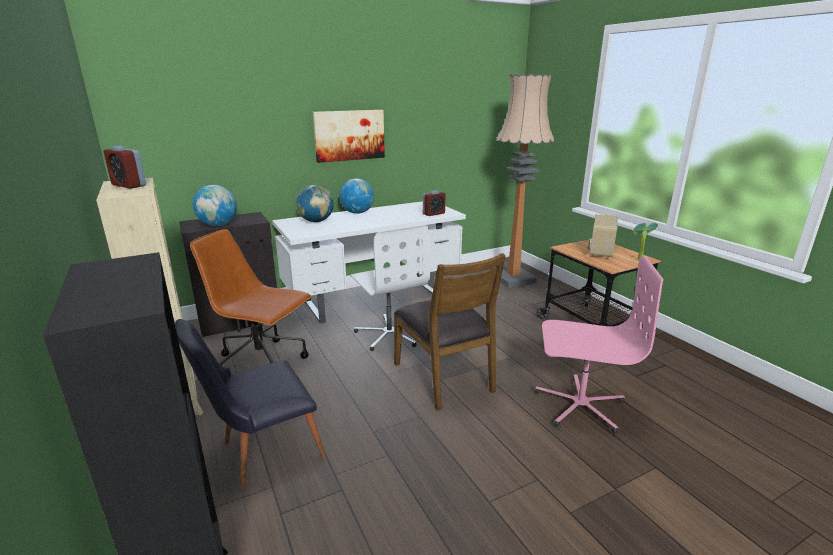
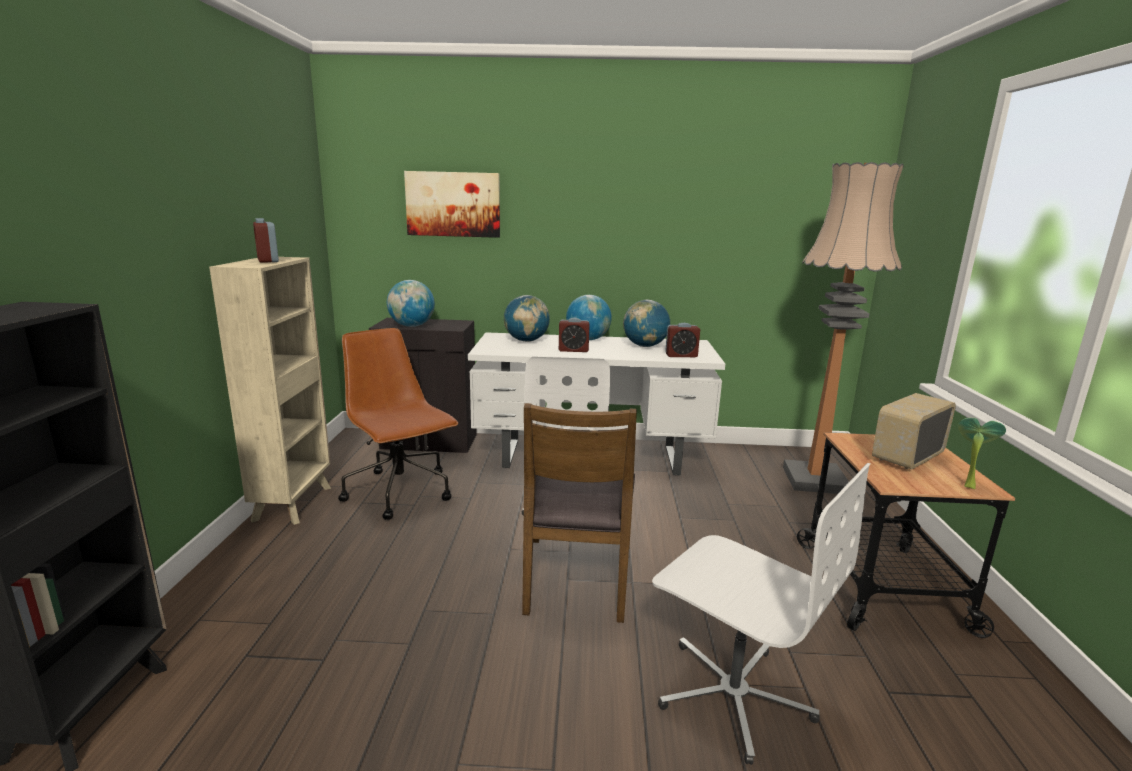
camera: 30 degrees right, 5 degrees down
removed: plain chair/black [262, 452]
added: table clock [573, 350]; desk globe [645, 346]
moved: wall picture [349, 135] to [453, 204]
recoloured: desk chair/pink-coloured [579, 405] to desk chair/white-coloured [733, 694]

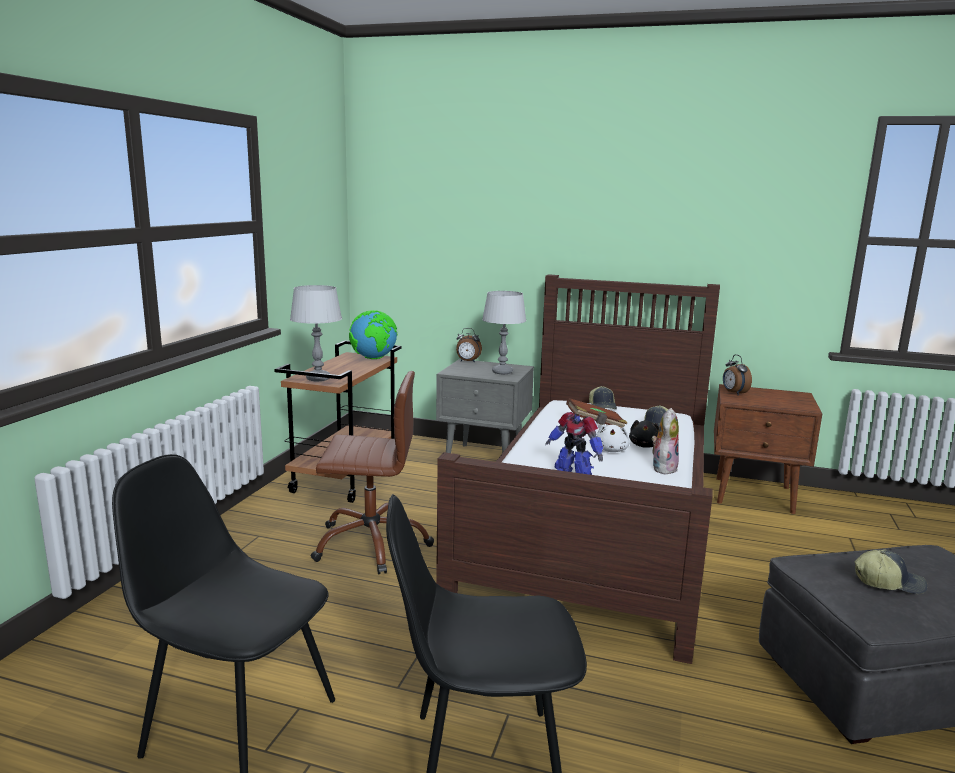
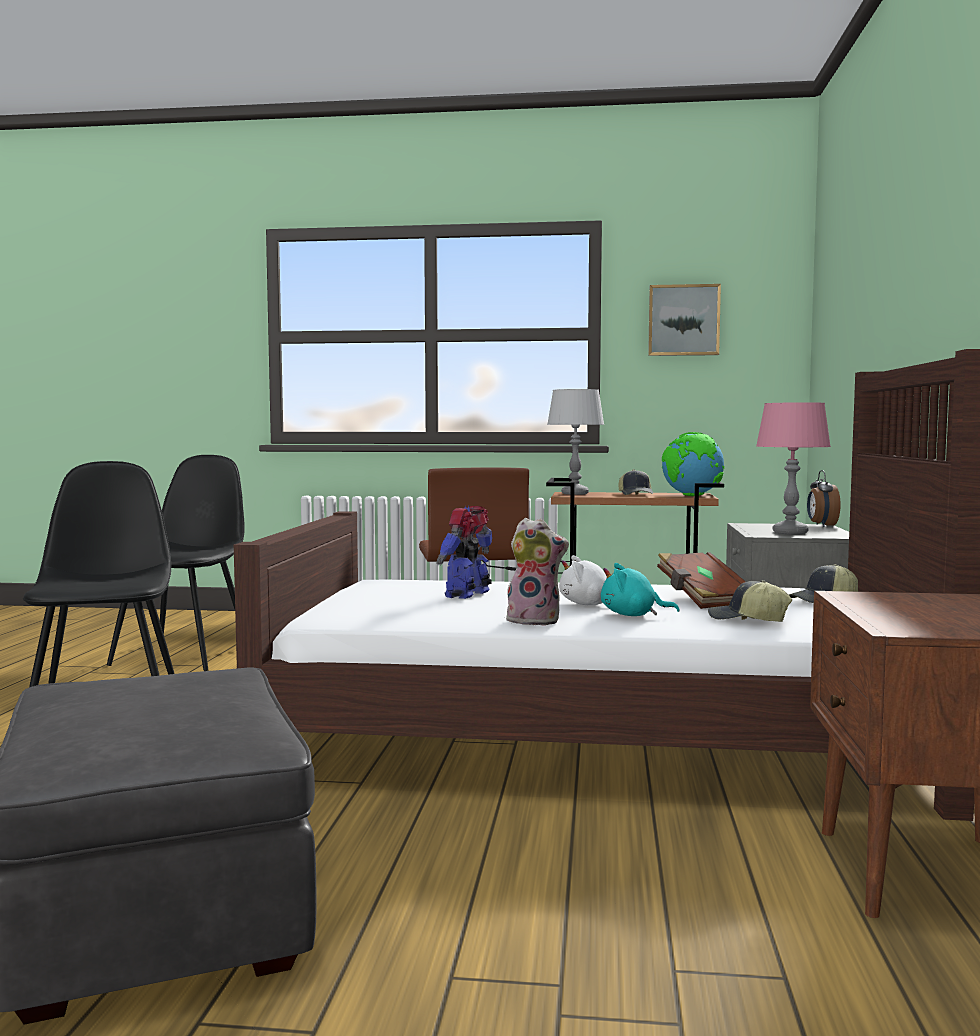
camera: 80 degrees right, 10 degrees down
removed: table clock [734, 393]
added: wall picture [683, 320]
moved: cap [888, 582] to [636, 494]
recoloured: plush toy/black [645, 445] to plush toy/blue-green [632, 615]; tabletop lamp/greyish [502, 372] to tabletop lamp/pink-coloured [789, 533]

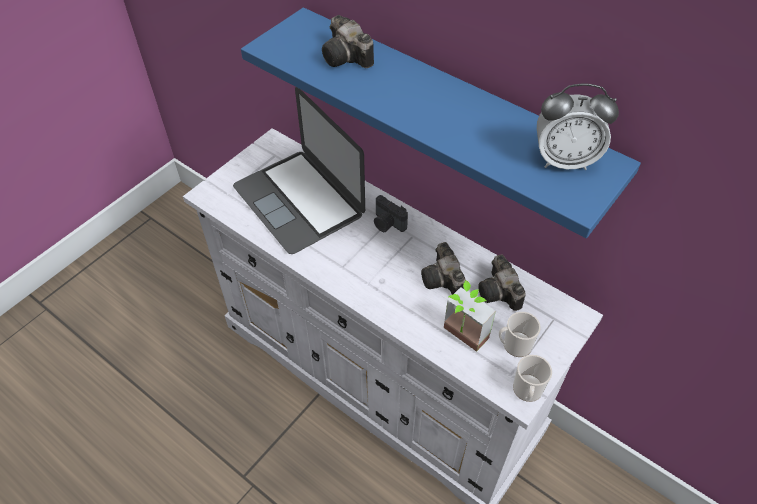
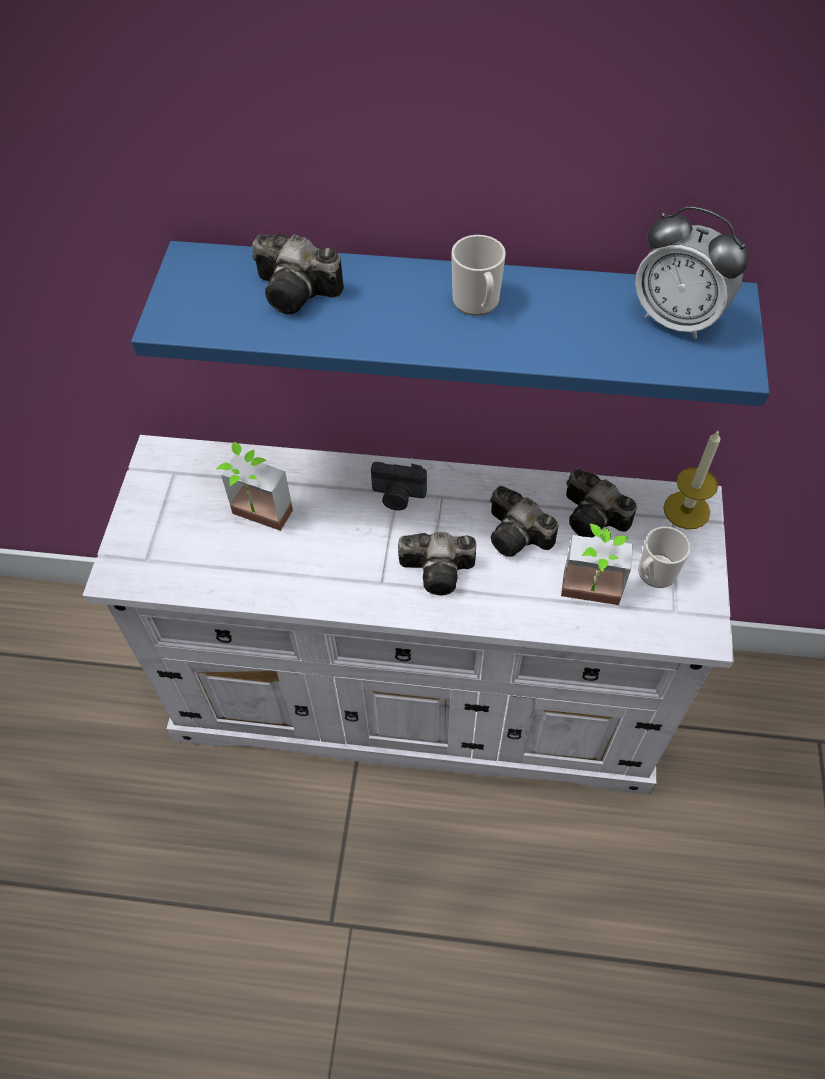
camera: 30 degrees left, 5 degrees up
added: photo camera [441, 570]; wax candle [686, 510]
moved: tea mug [527, 391] to [477, 303]
replaced: notebook computer [299, 200] to plant in a pot [257, 520]
turned: table clock [564, 160] = [676, 319] 60 degrees clockwise

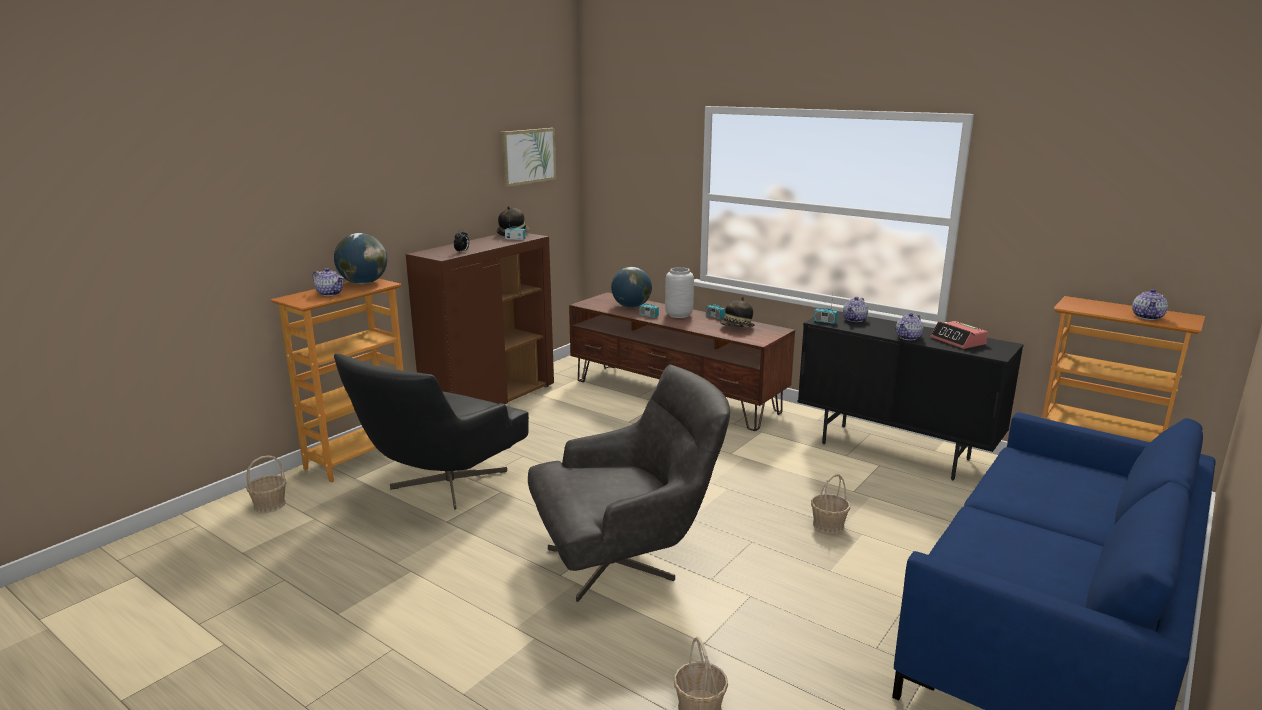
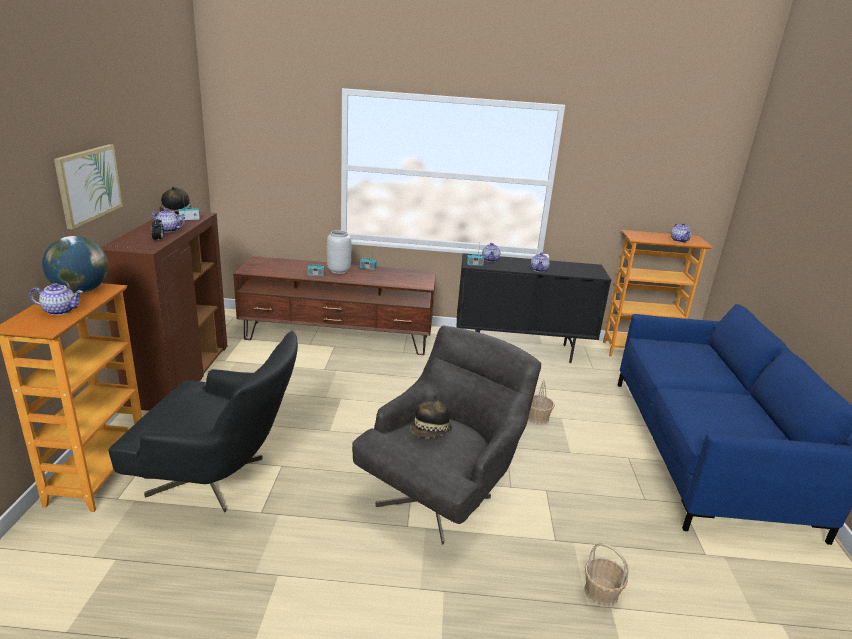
camera: 35 degrees left, 5 degrees up
removed: household basket [269, 505]; desk globe [631, 306]; table clock [958, 341]
added: tea pot [168, 230]
moved: wall picture [528, 156] to [88, 184]; hat [737, 328] to [431, 433]
turned: lounge chair/black [440, 487] = [220, 479] 75 degrees counterclockwise

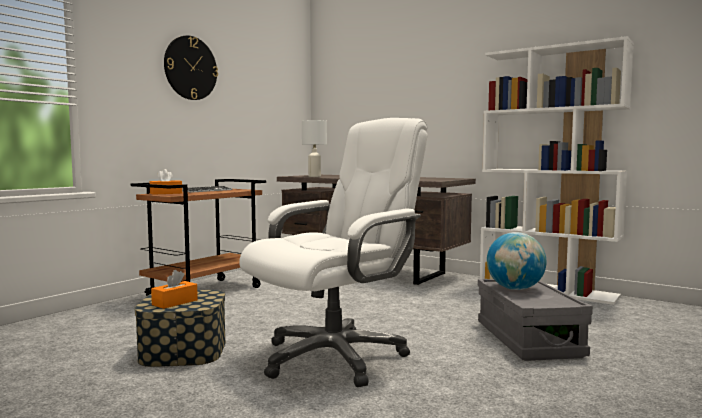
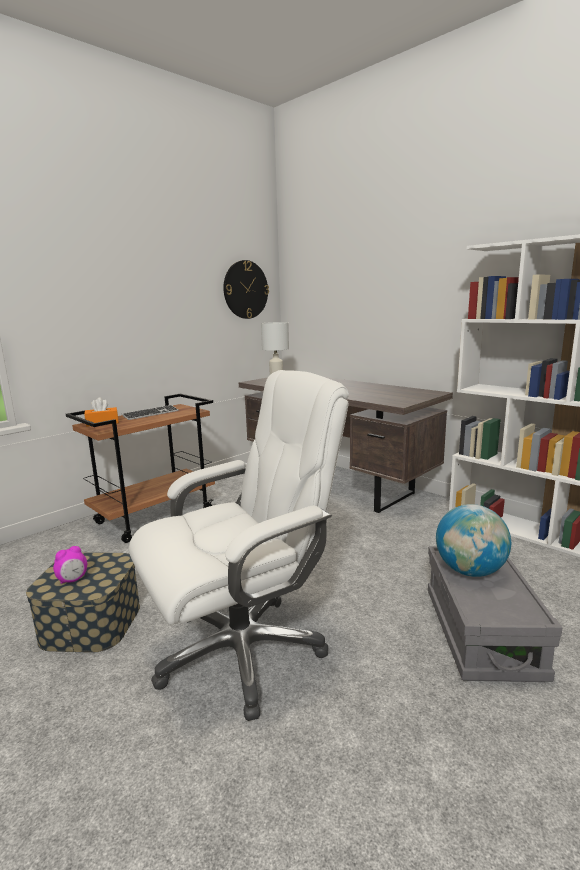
camera: 10 degrees right, 10 degrees up
moved: wall clock [190, 68] to [245, 289]
replaced: box of tissues/orangey [175, 302] to table clock [73, 580]

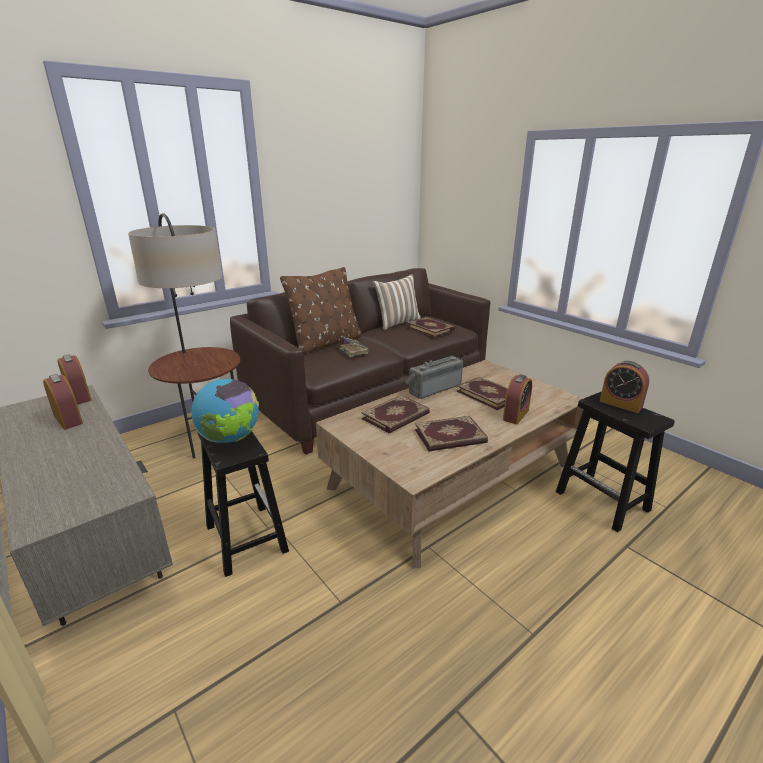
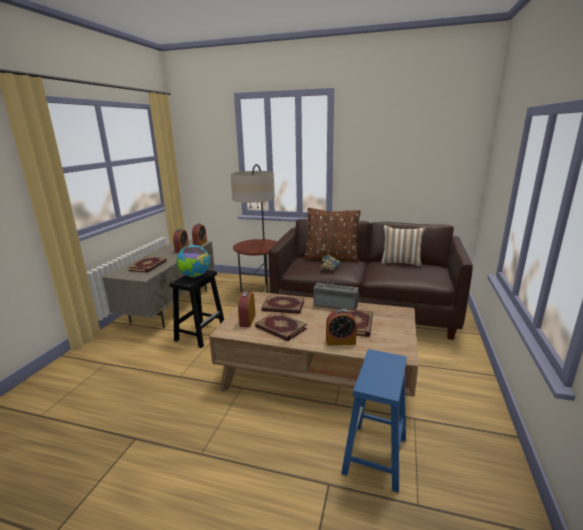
camera: 55 degrees right, 5 degrees down
moved: book [430, 328] to [148, 266]; table clock [620, 404] to [247, 320]
recoloured: stool/black [603, 501] to stool/blue [375, 456]

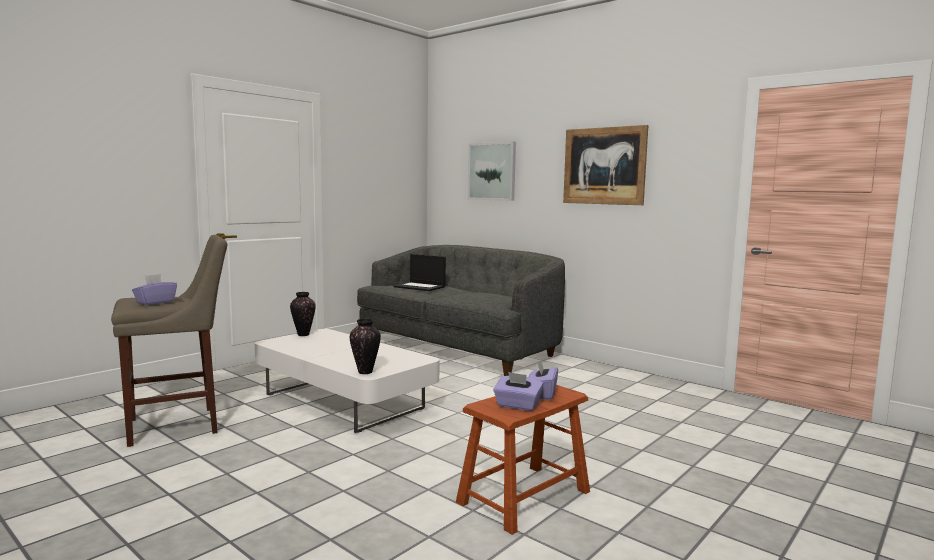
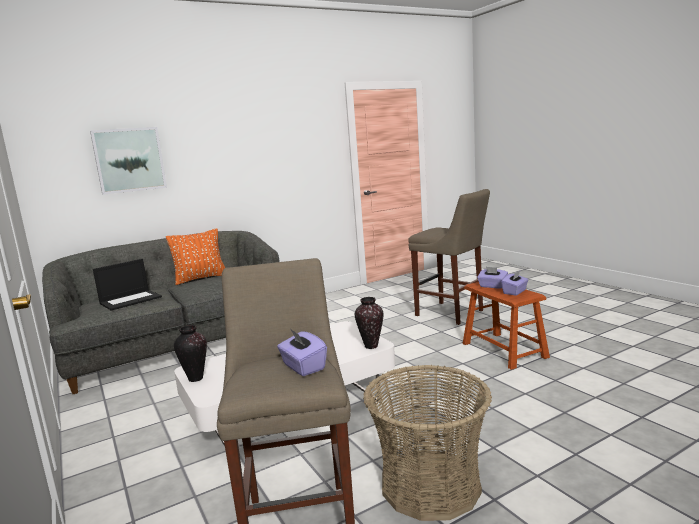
camera: 70 degrees left, 5 degrees up
removed: wall picture [604, 166]
added: throw pillow/orangey [200, 278]; household basket [430, 485]; stool/beige [452, 314]

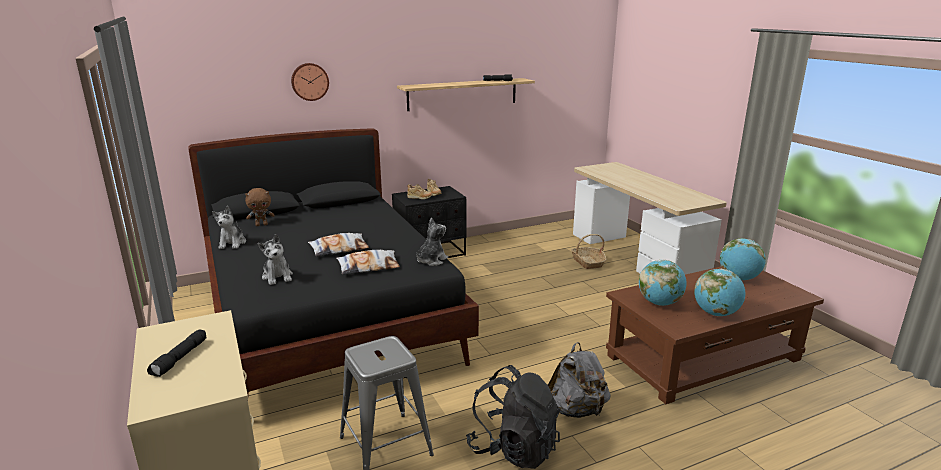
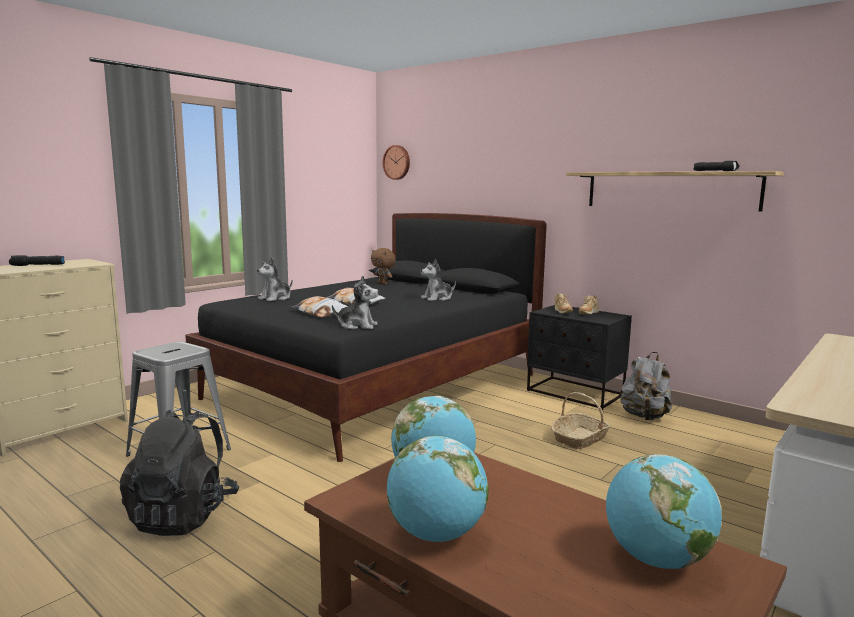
camera: 65 degrees right, 10 degrees down
moved: wall clock [309, 81] to [397, 162]; plush toy [232, 243] to [437, 298]; household basket [588, 262] to [579, 439]; backpack/greyish [576, 410] to [644, 417]

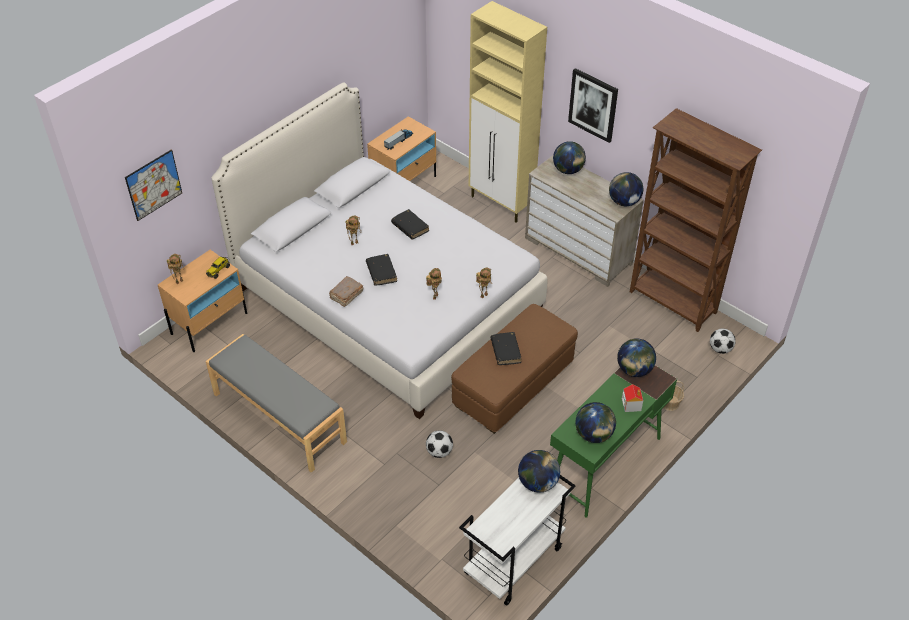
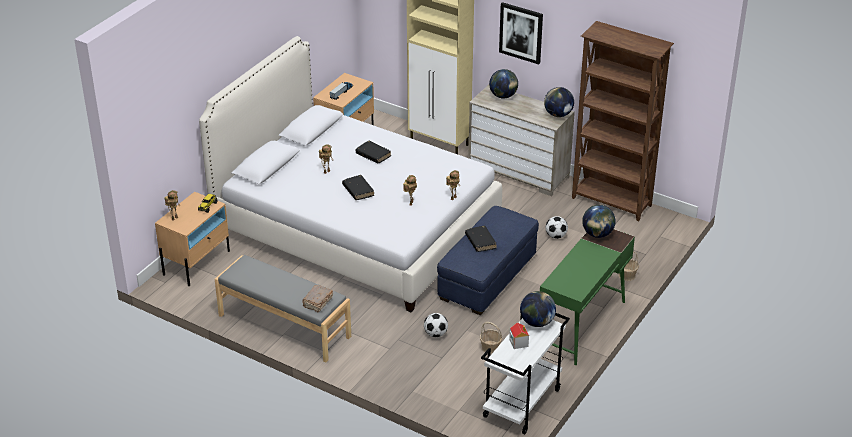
camera: 10 degrees left, 10 degrees down
removed: wall picture [154, 185]; desk globe [593, 434]
added: household basket [490, 348]
moved: book/brown [346, 295] to [317, 303]; miniature house [631, 404] to [518, 342]; ball for football [720, 349] to [556, 236]
recoloured: pouffe/brown [513, 384] to pouffe/blue [487, 277]

